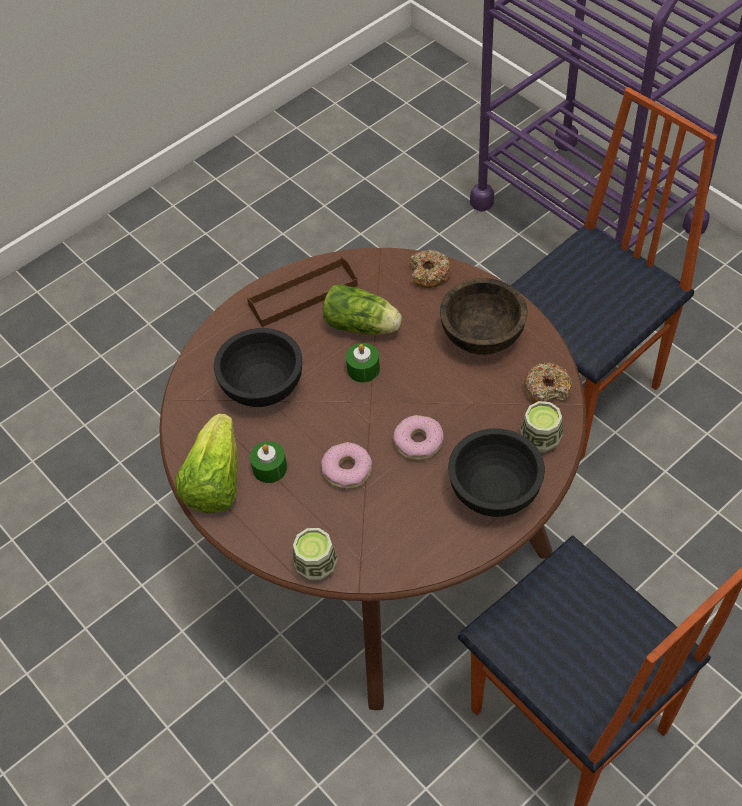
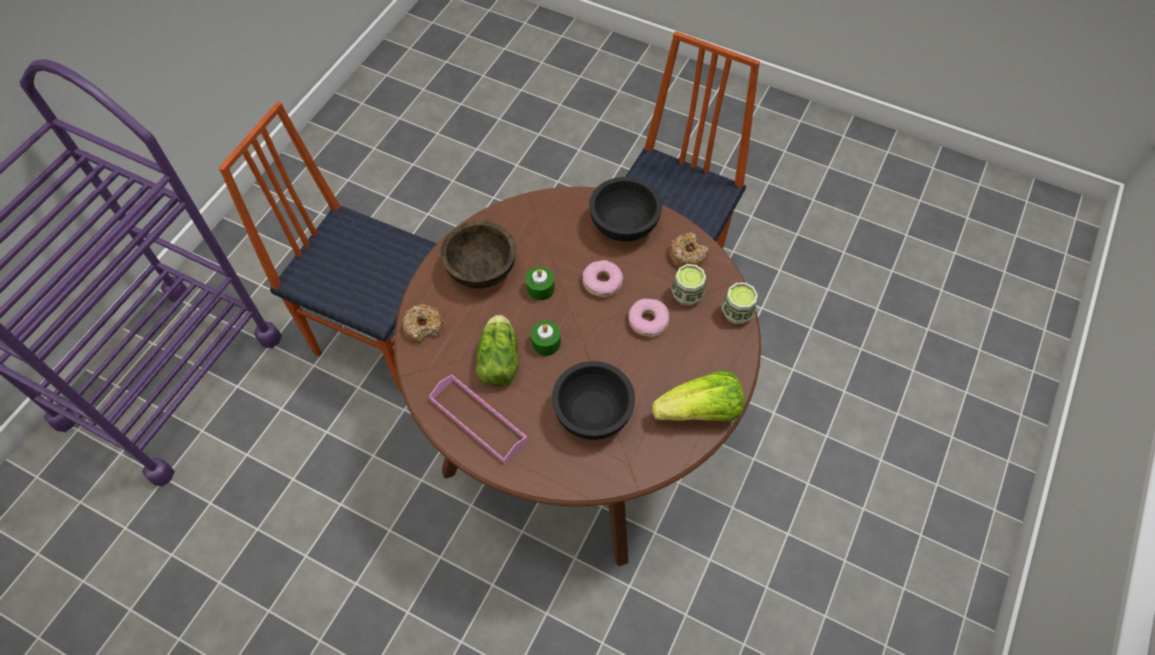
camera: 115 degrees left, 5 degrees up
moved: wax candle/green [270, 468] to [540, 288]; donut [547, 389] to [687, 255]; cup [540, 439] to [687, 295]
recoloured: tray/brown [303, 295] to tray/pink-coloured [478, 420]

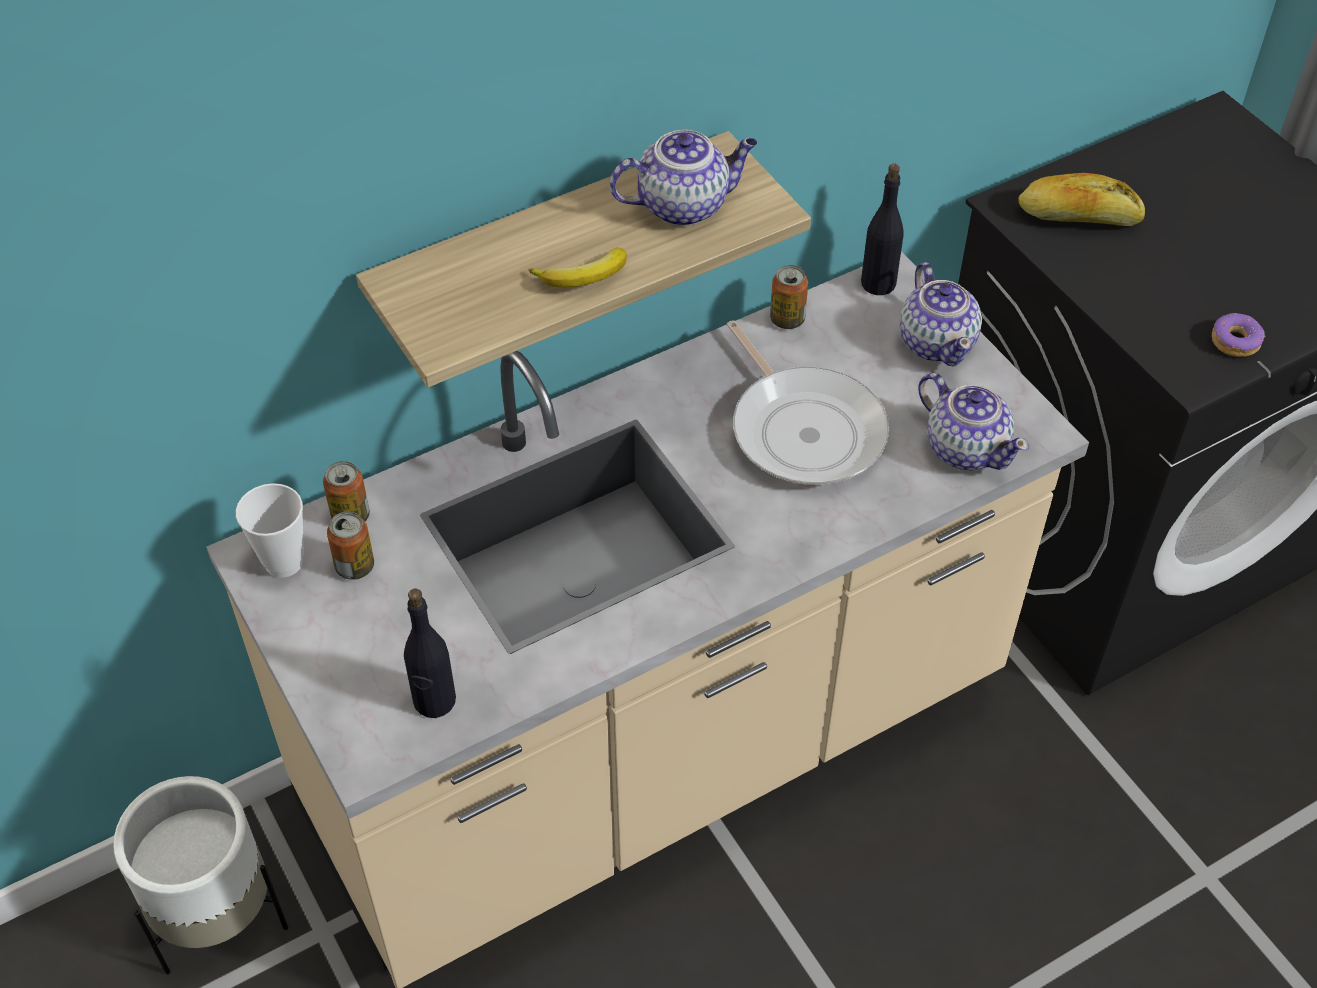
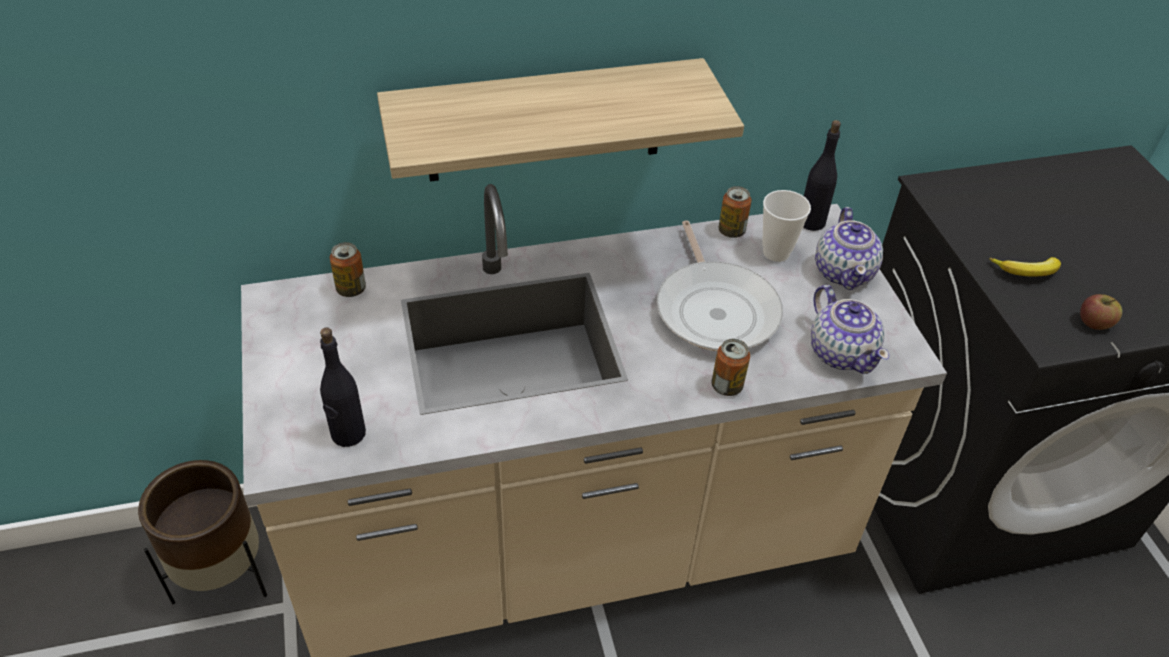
camera: 15 degrees right, 5 degrees down
removed: tea pot [684, 205]; bread [1078, 217]
moved: sealed can [355, 566] to [727, 386]; cup [284, 562] to [776, 252]; banana [583, 277] to [1027, 272]
replaced: donut [1235, 341] to apple fruit [1094, 323]
recoloured: plant pot/white-coloured [219, 918] to plant pot/brown [223, 575]

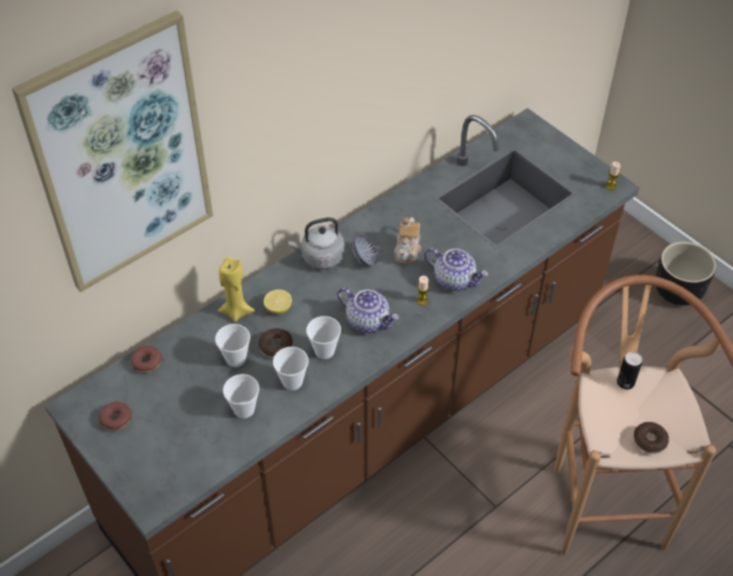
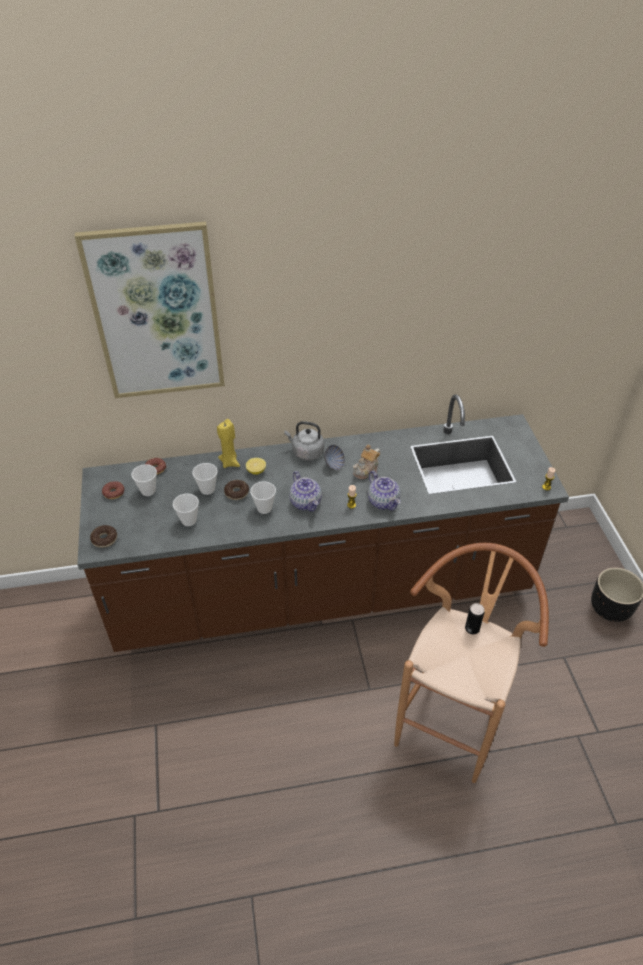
camera: 30 degrees right, 5 degrees down
moved: donut [649, 441] to [104, 539]; cup [292, 382] to [148, 491]

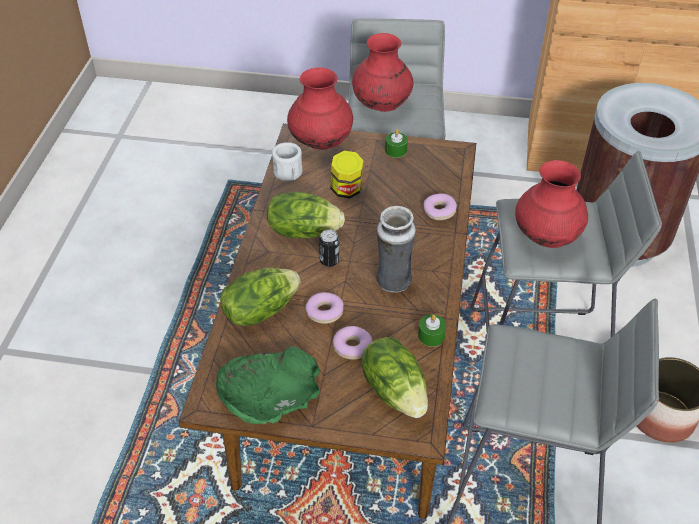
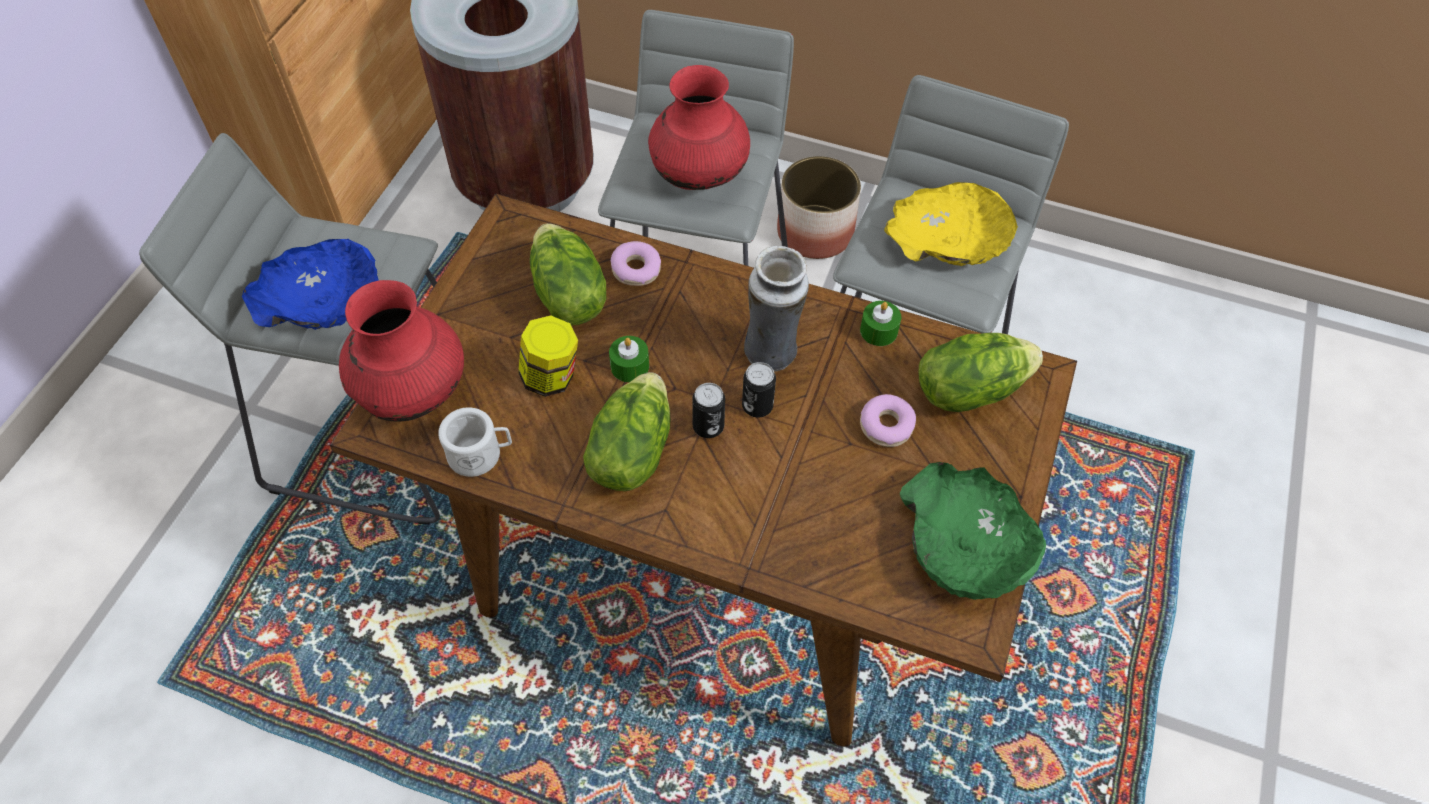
camera: 80 degrees left, 10 degrees up
removed: donut [324, 312]
added: sealed can [757, 406]; bowl/yellow [947, 240]
moved: lettuce [260, 310] to [567, 296]; wax candle/green [396, 150] to [630, 366]
replaced: flower vase/red [381, 105] to bowl/blue [321, 300]

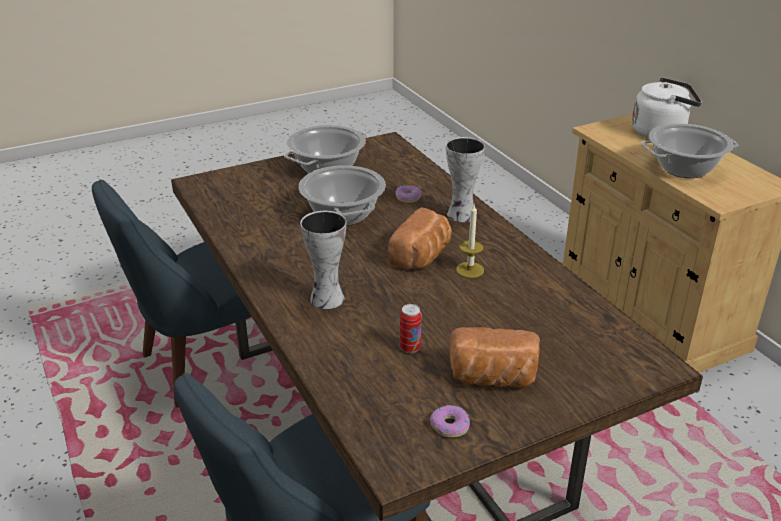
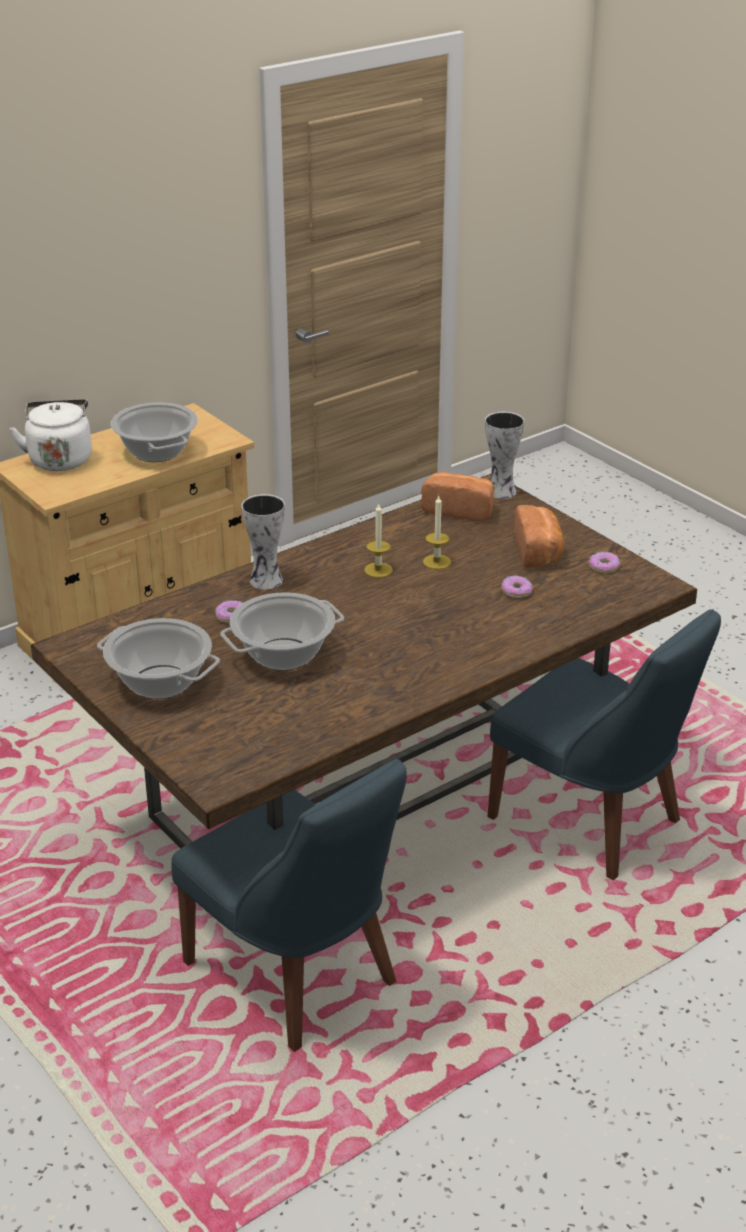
camera: 100 degrees left, 0 degrees up
added: wax candle [436, 562]
moved: bread [422, 256] to [460, 510]; flower vase [325, 298] to [501, 492]
replaced: sealed can [410, 348] to donut [516, 591]

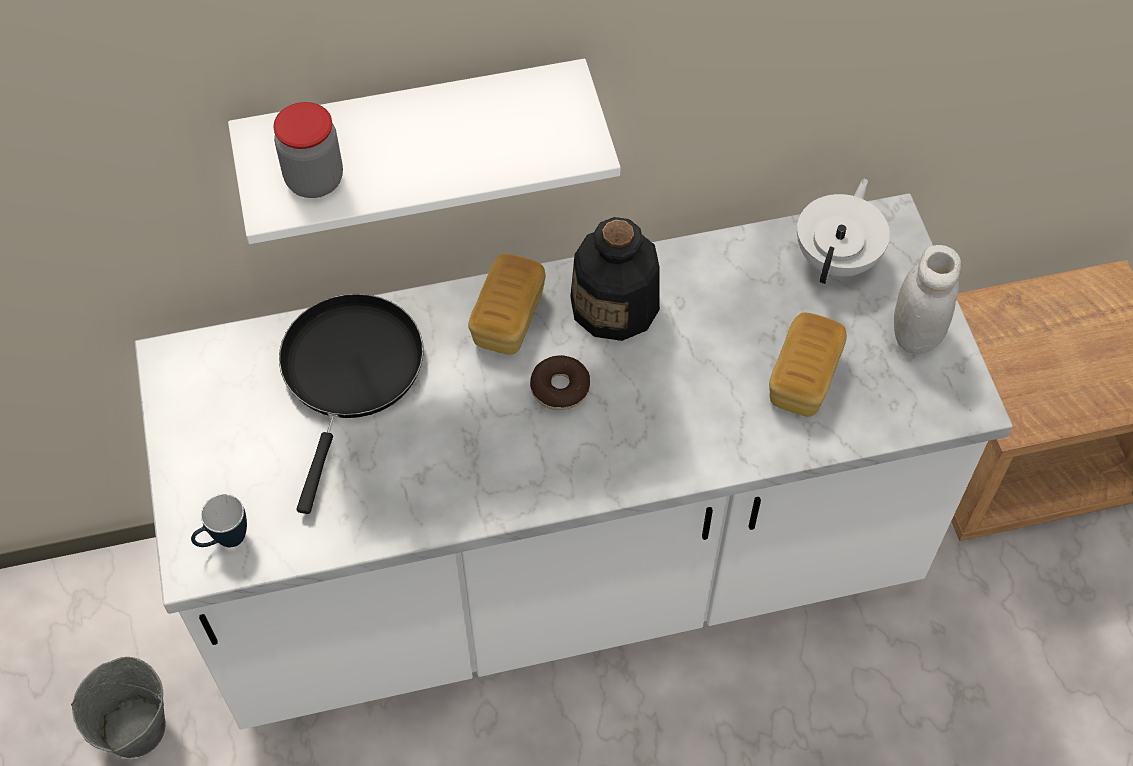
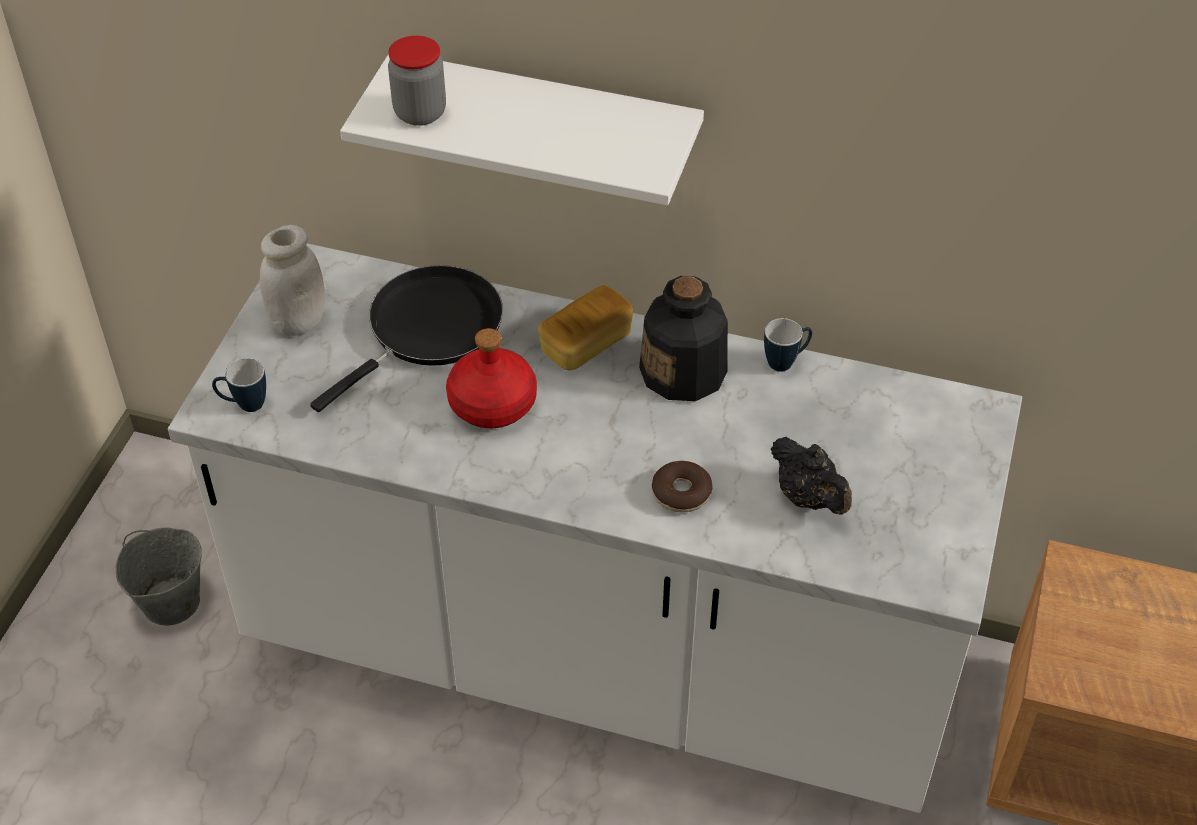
camera: 30 degrees right, 10 degrees down
removed: tea pot/white-coloured [837, 258]
added: bottle/red [491, 404]; tea mug [786, 362]
moved: preserve jar/white-coloured [915, 335] to [298, 322]; donut [560, 388] to [681, 493]
replaced: bread [803, 378] to tea pot/black [809, 498]

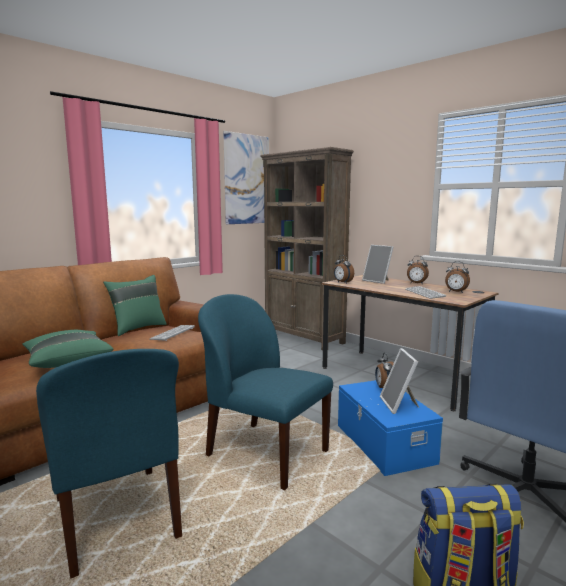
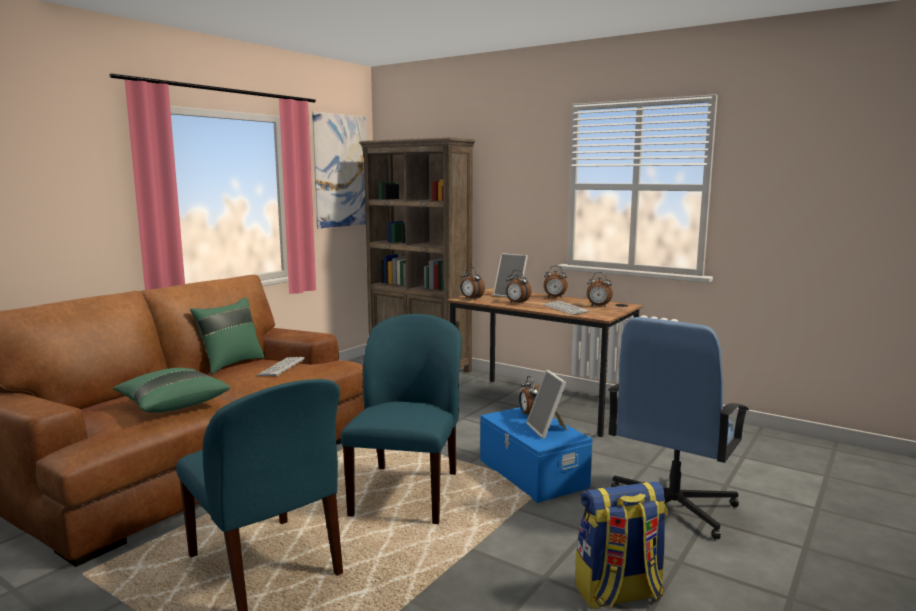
camera: 10 degrees left, 0 degrees up
added: table clock [517, 303]
turned: plain chair/blue [265, 453] = [407, 492] 75 degrees clockwise

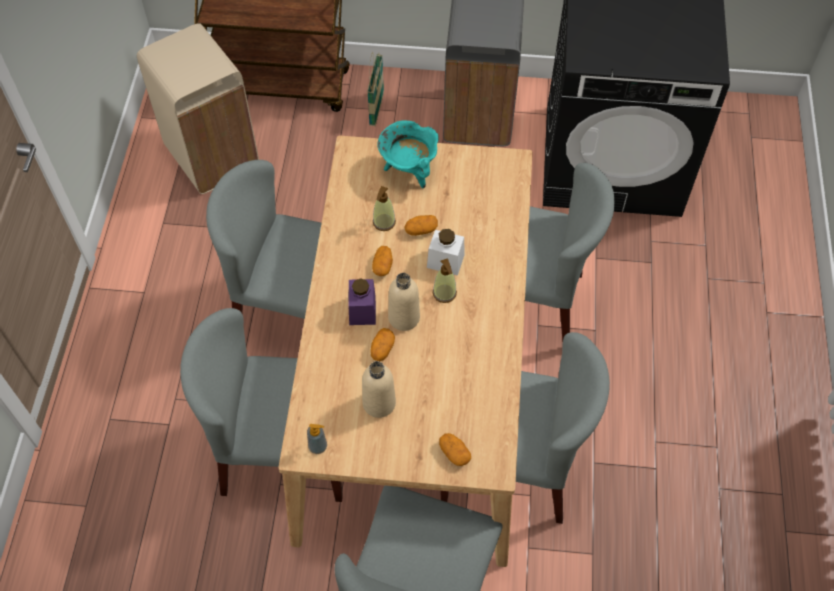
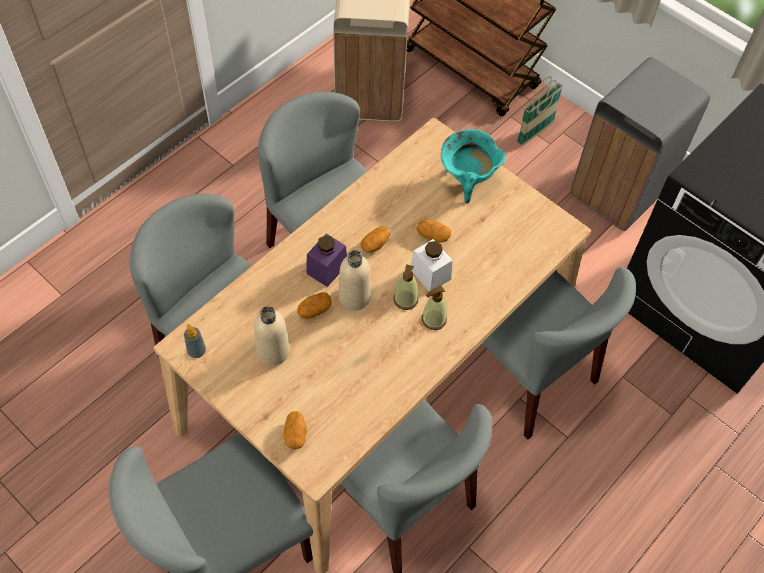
camera: 35 degrees right, 0 degrees up
moved: soap bottle [384, 222] to [433, 320]

